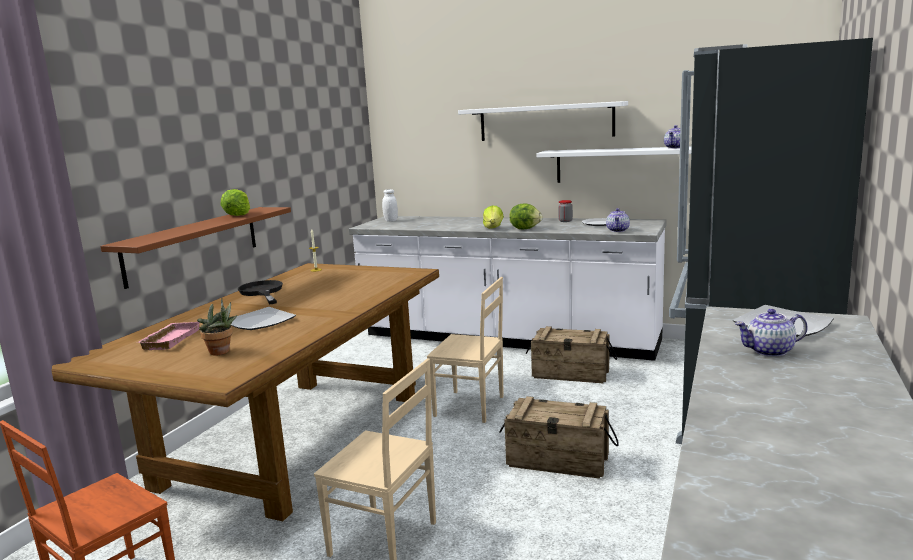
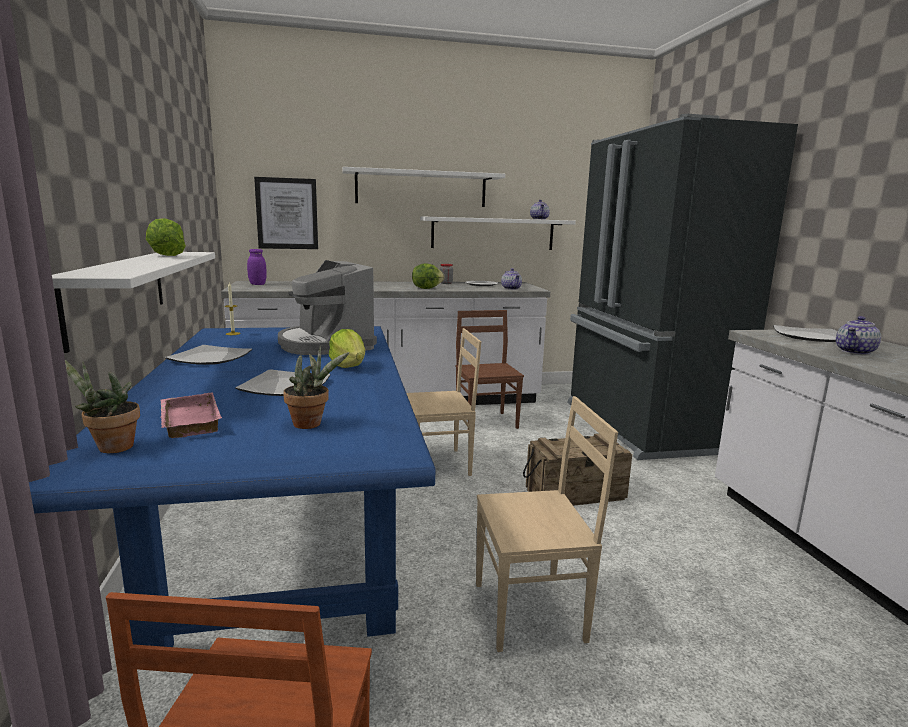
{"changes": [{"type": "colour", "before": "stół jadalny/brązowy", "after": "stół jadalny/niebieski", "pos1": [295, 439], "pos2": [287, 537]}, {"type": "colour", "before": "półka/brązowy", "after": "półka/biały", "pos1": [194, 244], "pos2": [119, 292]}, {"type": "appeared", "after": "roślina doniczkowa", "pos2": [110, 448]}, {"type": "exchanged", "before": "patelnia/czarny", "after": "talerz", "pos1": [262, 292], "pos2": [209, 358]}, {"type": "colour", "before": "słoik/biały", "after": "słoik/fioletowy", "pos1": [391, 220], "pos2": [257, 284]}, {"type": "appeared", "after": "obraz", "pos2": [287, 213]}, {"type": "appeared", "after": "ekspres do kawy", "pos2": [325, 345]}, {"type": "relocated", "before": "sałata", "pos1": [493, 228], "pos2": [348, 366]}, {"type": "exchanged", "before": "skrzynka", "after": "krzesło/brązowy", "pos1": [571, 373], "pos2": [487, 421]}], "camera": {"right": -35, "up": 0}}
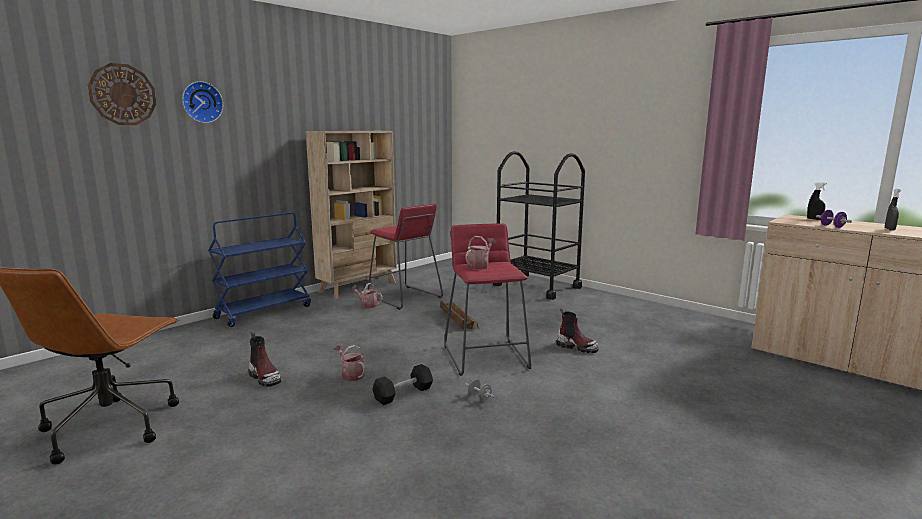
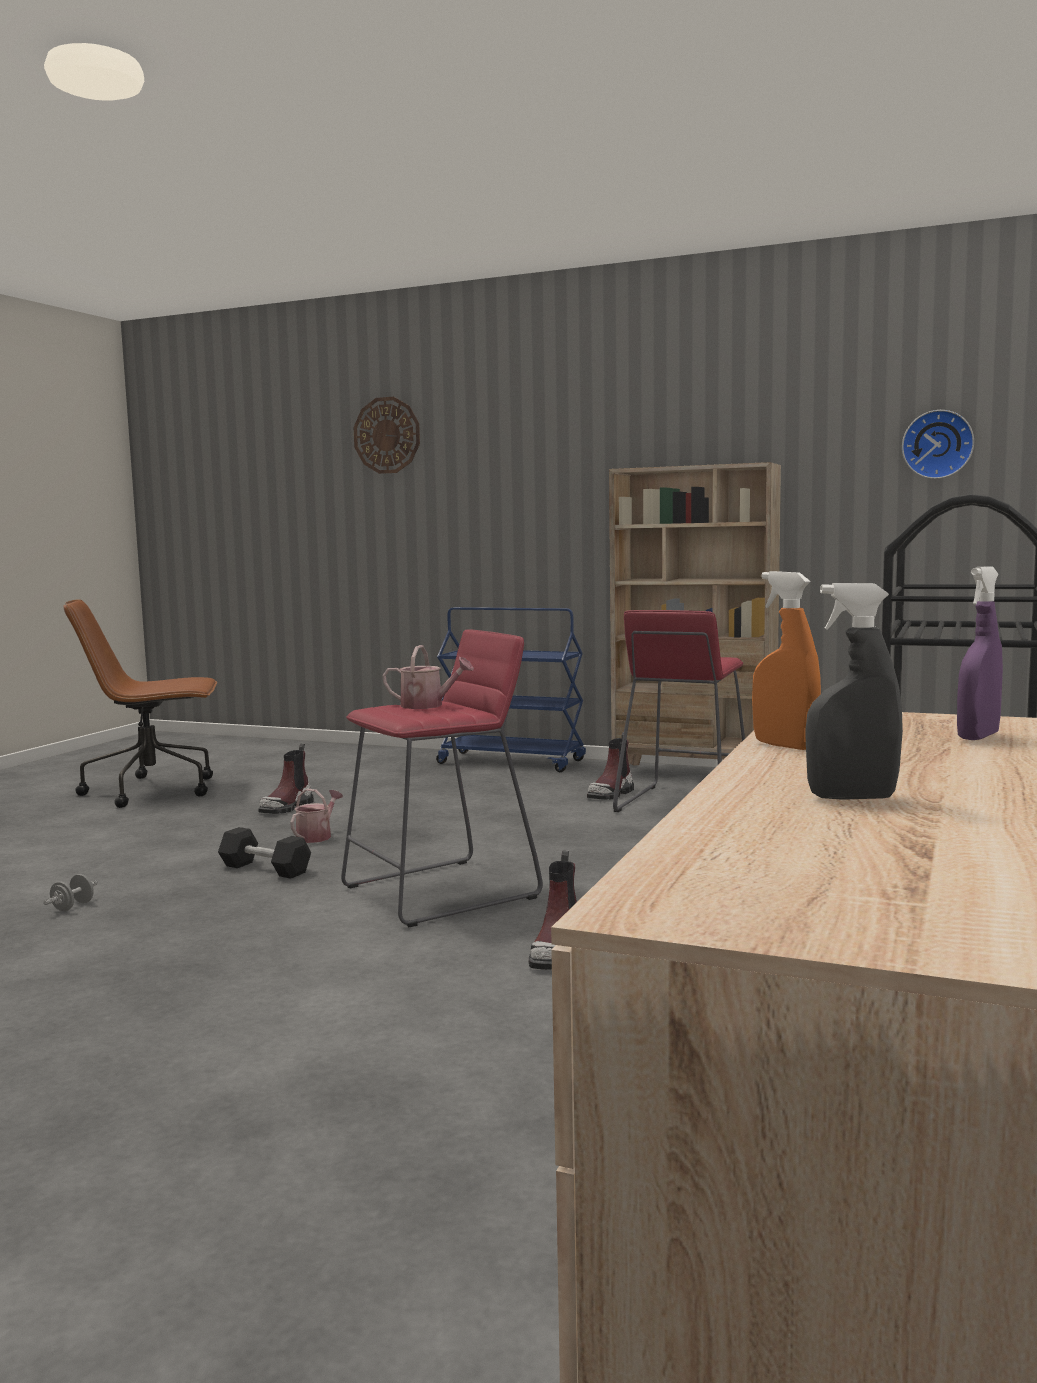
{"changes": [{"type": "relocated", "before": "hantel/szary", "pos1": [479, 398], "pos2": [73, 906]}, {"type": "exchanged", "before": "konewka", "after": "but z cholewką", "pos1": [367, 305], "pos2": [611, 794]}, {"type": "exchanged", "before": "hantel/fioletowy", "after": "spryskiwacz/pomarańczowy", "pos1": [832, 226], "pos2": [784, 745]}, {"type": "relocated", "before": "zegar ścienny", "pos1": [201, 102], "pos2": [937, 444]}, {"type": "colour", "before": "spryskiwacz/czarny", "after": "spryskiwacz/fioletowy", "pos1": [814, 219], "pos2": [978, 737]}, {"type": "missing", "before": "skrzynka", "pos1": [458, 320]}], "camera": {"right": 70, "up": -5}}
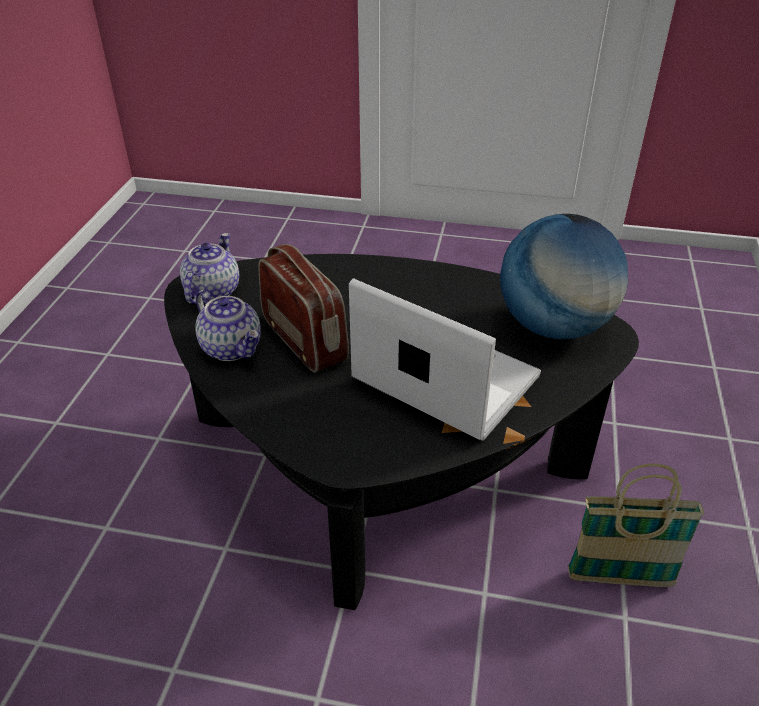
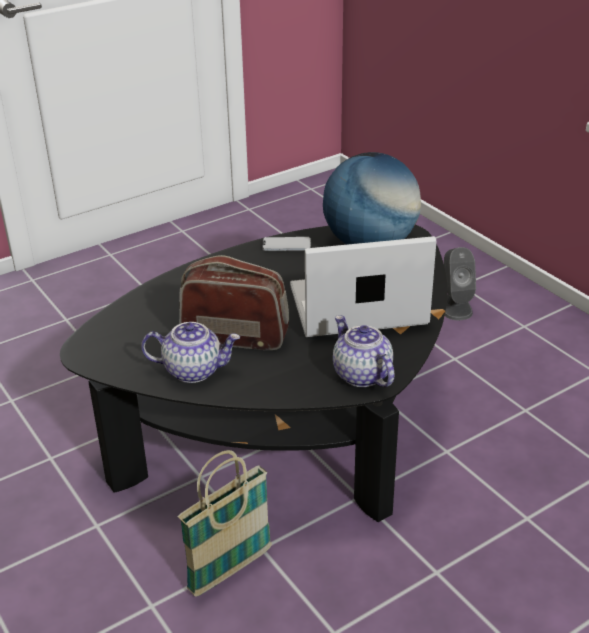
{"changes": [{"type": "relocated", "before": "koszyk", "pos1": [619, 578], "pos2": [230, 570]}, {"type": "appeared", "after": "telefon", "pos2": [287, 245]}, {"type": "relocated", "before": "imbryk", "pos1": [212, 291], "pos2": [361, 375]}, {"type": "appeared", "after": "głośnik/szary", "pos2": [454, 307]}], "camera": {"right": -45, "up": -5}}
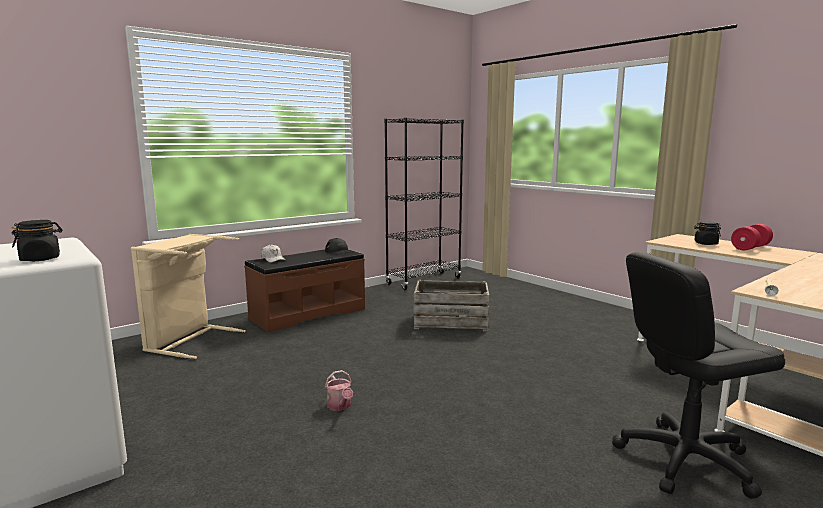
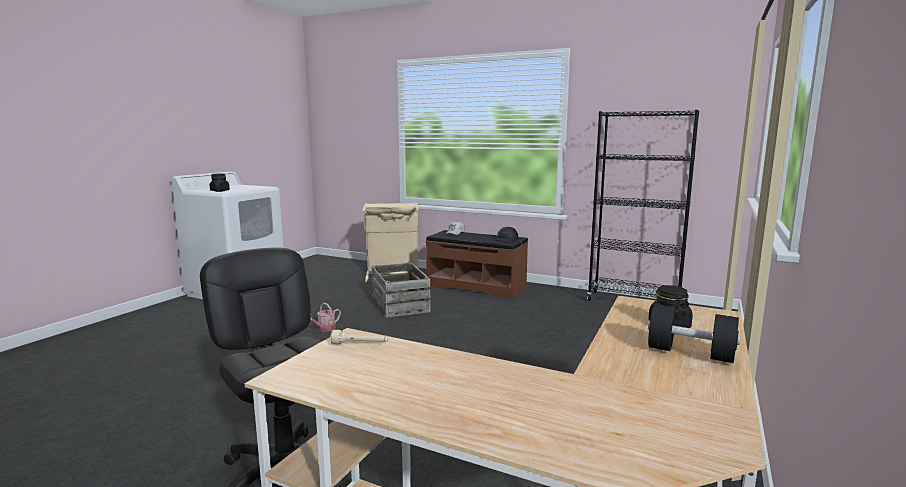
{"changes": [{"type": "relocated", "before": "skrzynka", "pos1": [451, 321], "pos2": [400, 304]}, {"type": "colour", "before": "hantel/czerwony", "after": "hantel/czarny", "pos1": [750, 248], "pos2": [690, 353]}], "camera": {"right": 65, "up": 0}}
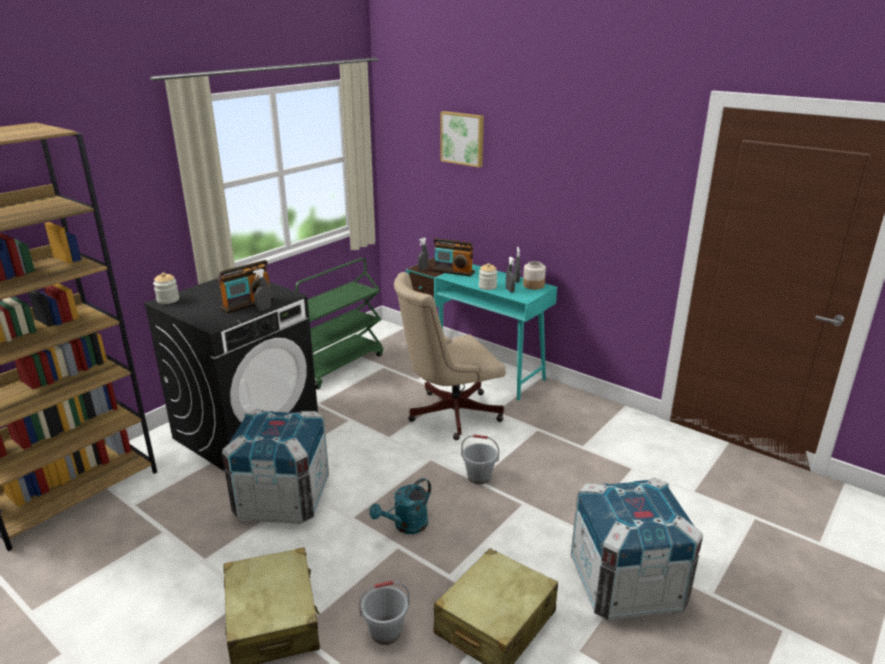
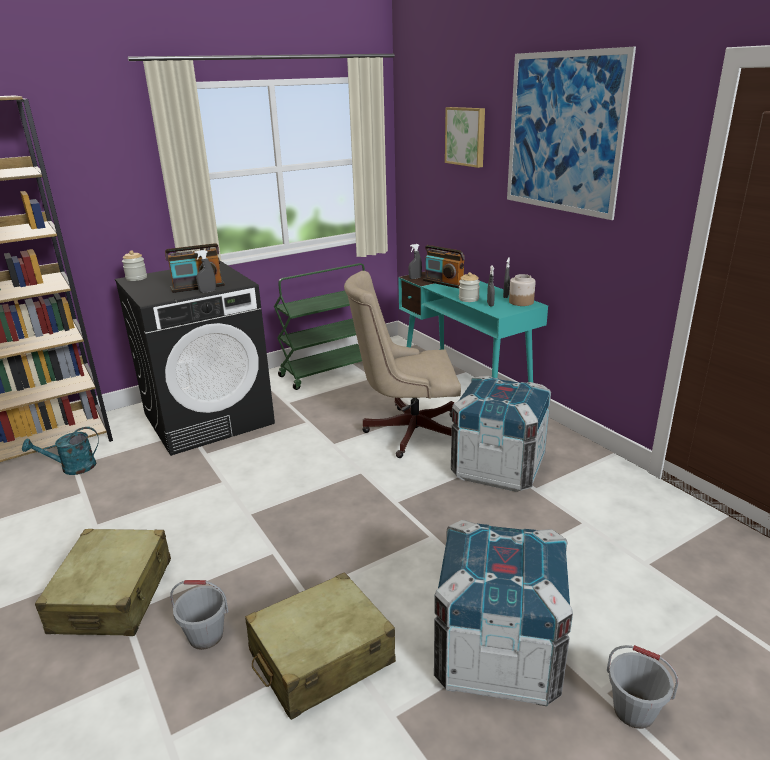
{"changes": [{"type": "relocated", "before": "konewka/turkusowy", "pos1": [406, 526], "pos2": [72, 468]}, {"type": "relocated", "before": "skrzynka", "pos1": [283, 499], "pos2": [498, 467]}, {"type": "appeared", "after": "obraz", "pos2": [563, 133]}, {"type": "relocated", "before": "wiadro/szary", "pos1": [479, 477], "pos2": [634, 710]}], "camera": {"right": 20, "up": 0}}
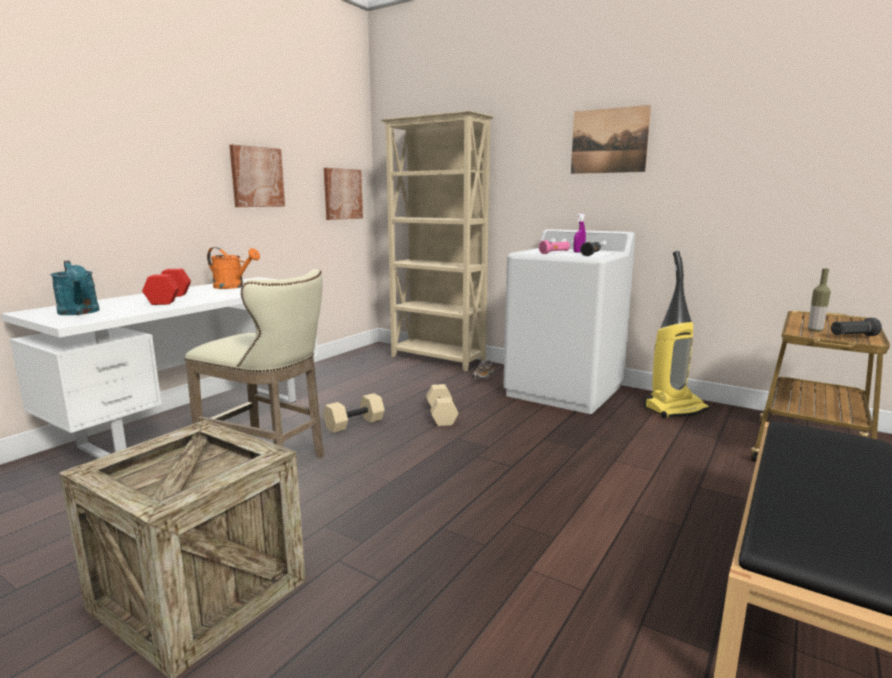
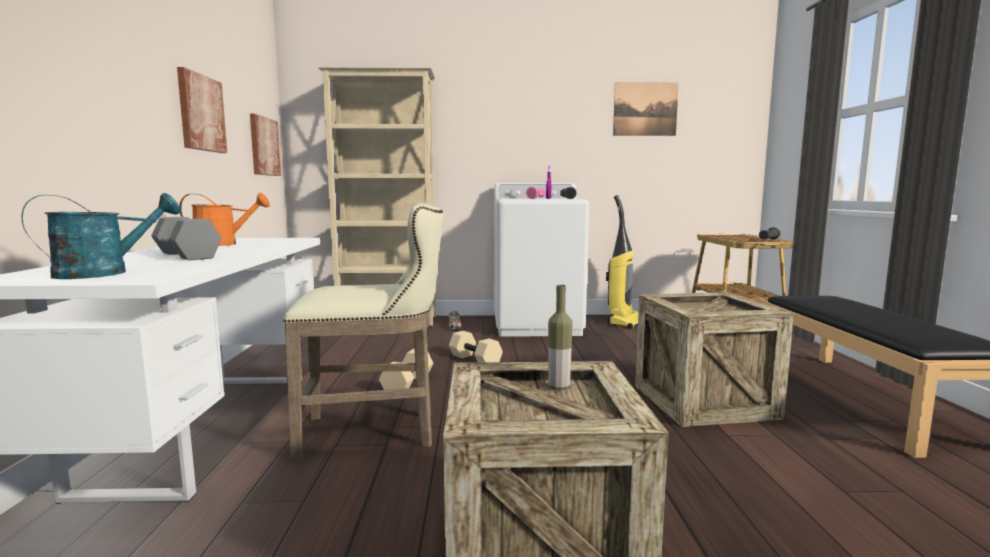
{"changes": [{"type": "spun", "before": "konewka/turkusowy", "pos1": [80, 312], "pos2": [105, 273], "turn": -60}, {"type": "colour", "before": "hantel/czerwony", "after": "hantel/szary", "pos1": [170, 299], "pos2": [189, 255]}, {"type": "relocated", "before": "butelka", "pos1": [815, 330], "pos2": [559, 387]}, {"type": "relocated", "before": "obraz", "pos1": [609, 141], "pos2": [645, 109]}, {"type": "appeared", "after": "skrzynka", "pos2": [703, 401]}], "camera": {"right": -35, "up": -5}}
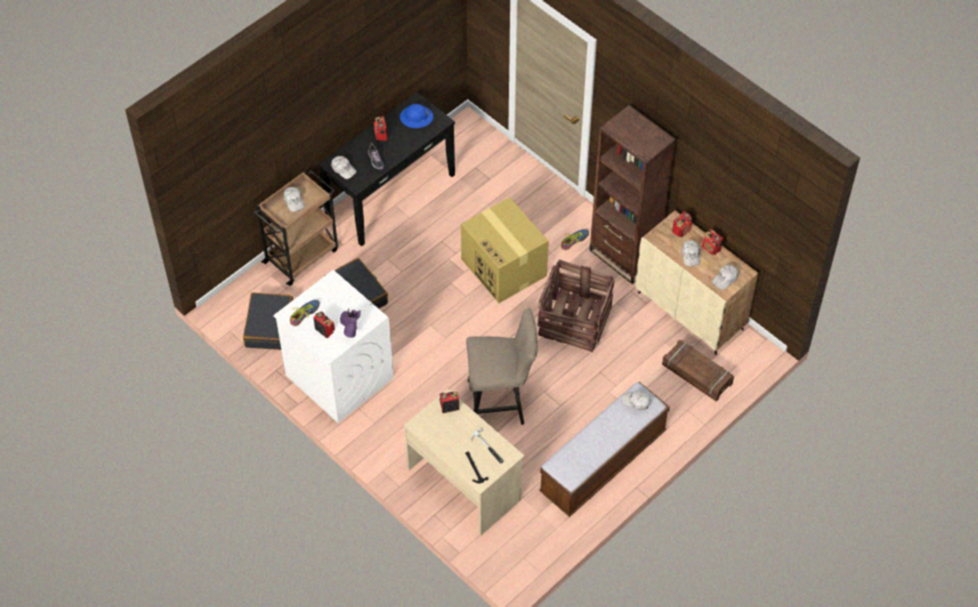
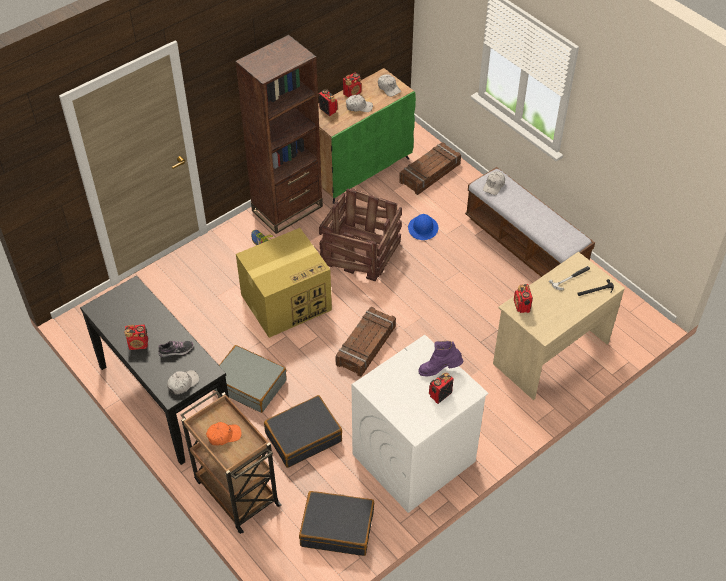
{"changes": [{"type": "colour", "before": "czapka z daszkiem/biały", "after": "czapka z daszkiem/pomarańczowy", "pos1": [294, 201], "pos2": [223, 435]}, {"type": "appeared", "after": "walizka/szary", "pos2": [249, 384]}, {"type": "colour", "before": "szafka/beżowy", "after": "szafka/zielony", "pos1": [691, 311], "pos2": [359, 169]}, {"type": "appeared", "after": "skrzynka", "pos2": [366, 346]}, {"type": "relocated", "before": "kask/niebieski", "pos1": [416, 117], "pos2": [423, 228]}, {"type": "missing", "before": "but", "pos1": [304, 314]}, {"type": "missing", "before": "stołek/beżowy", "pos1": [501, 403]}], "camera": {"right": -85, "up": -5}}
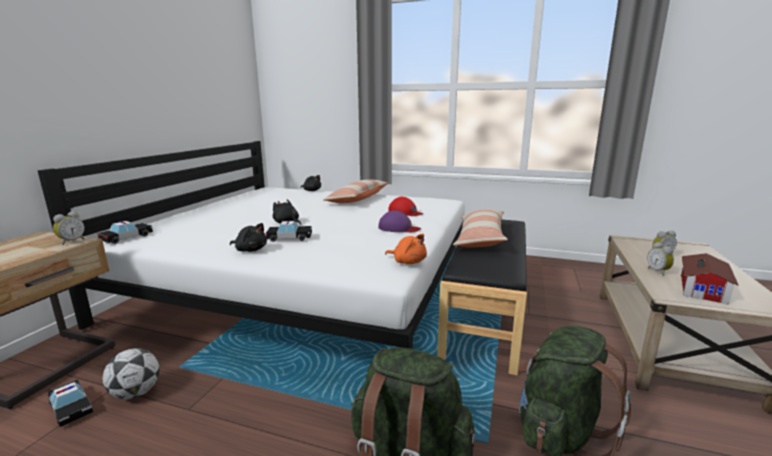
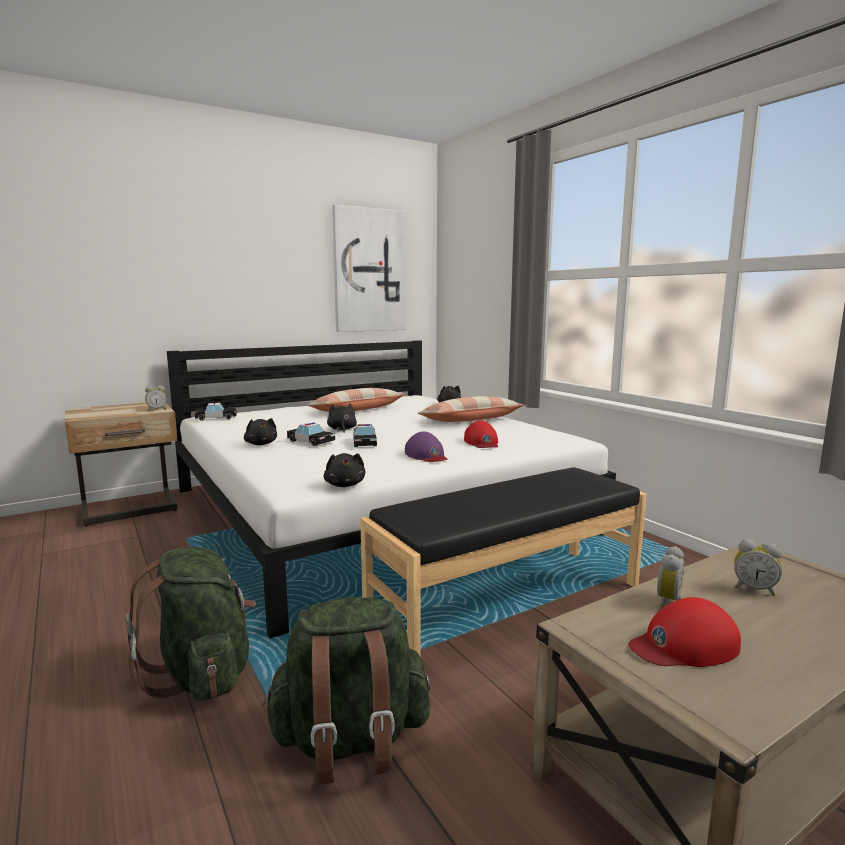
{"changes": [{"type": "relocated", "before": "poduszka", "pos1": [480, 238], "pos2": [357, 410]}, {"type": "colour", "before": "pluszak/pomarańczowy", "after": "pluszak/czarny", "pos1": [408, 262], "pos2": [345, 485]}, {"type": "appeared", "after": "obraz", "pos2": [369, 270]}, {"type": "relocated", "before": "samochodzik", "pos1": [71, 408], "pos2": [364, 442]}, {"type": "exchanged", "before": "domek", "after": "czapka z daszkiem/czerwony", "pos1": [704, 288], "pos2": [684, 645]}, {"type": "missing", "before": "piłka futbolowa", "pos1": [136, 393]}], "camera": {"right": 40, "up": -5}}
